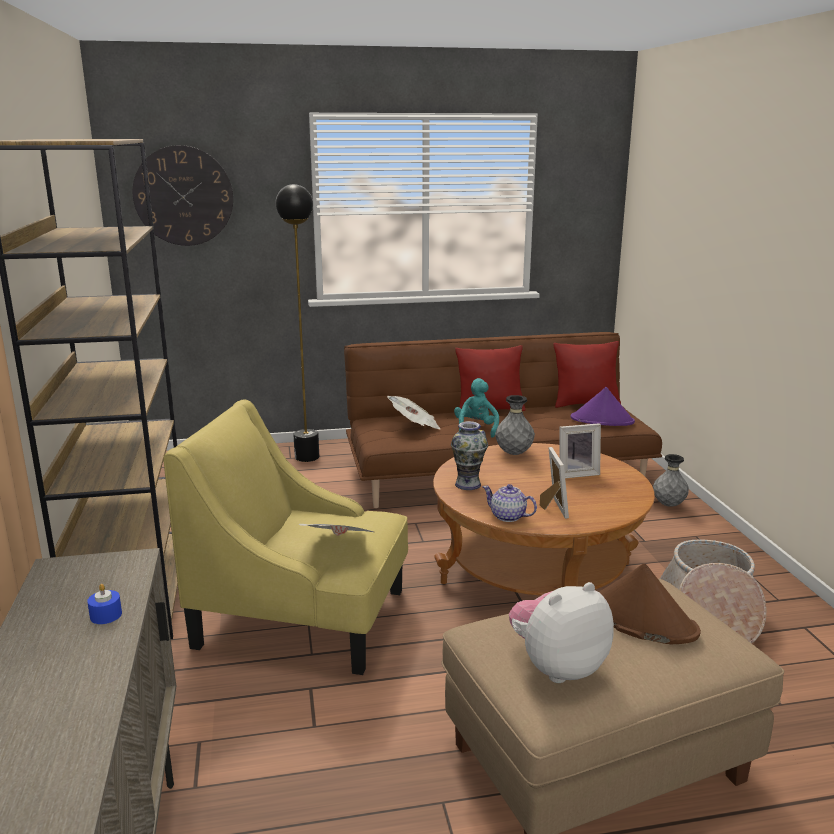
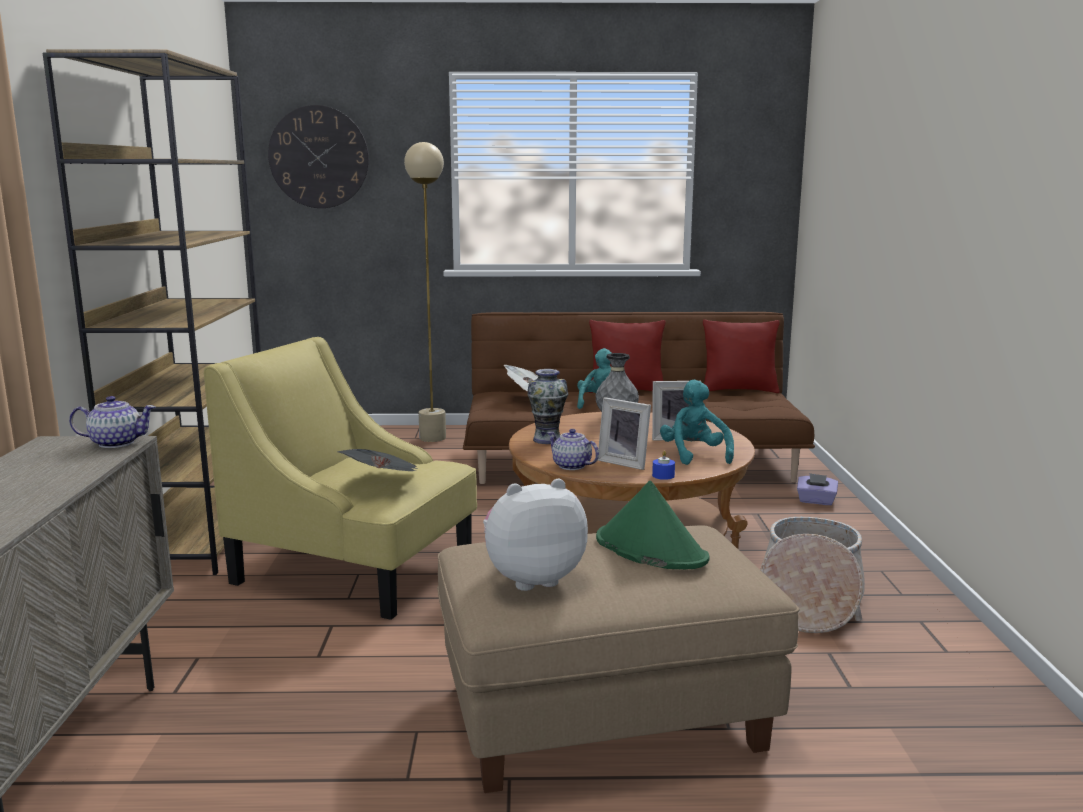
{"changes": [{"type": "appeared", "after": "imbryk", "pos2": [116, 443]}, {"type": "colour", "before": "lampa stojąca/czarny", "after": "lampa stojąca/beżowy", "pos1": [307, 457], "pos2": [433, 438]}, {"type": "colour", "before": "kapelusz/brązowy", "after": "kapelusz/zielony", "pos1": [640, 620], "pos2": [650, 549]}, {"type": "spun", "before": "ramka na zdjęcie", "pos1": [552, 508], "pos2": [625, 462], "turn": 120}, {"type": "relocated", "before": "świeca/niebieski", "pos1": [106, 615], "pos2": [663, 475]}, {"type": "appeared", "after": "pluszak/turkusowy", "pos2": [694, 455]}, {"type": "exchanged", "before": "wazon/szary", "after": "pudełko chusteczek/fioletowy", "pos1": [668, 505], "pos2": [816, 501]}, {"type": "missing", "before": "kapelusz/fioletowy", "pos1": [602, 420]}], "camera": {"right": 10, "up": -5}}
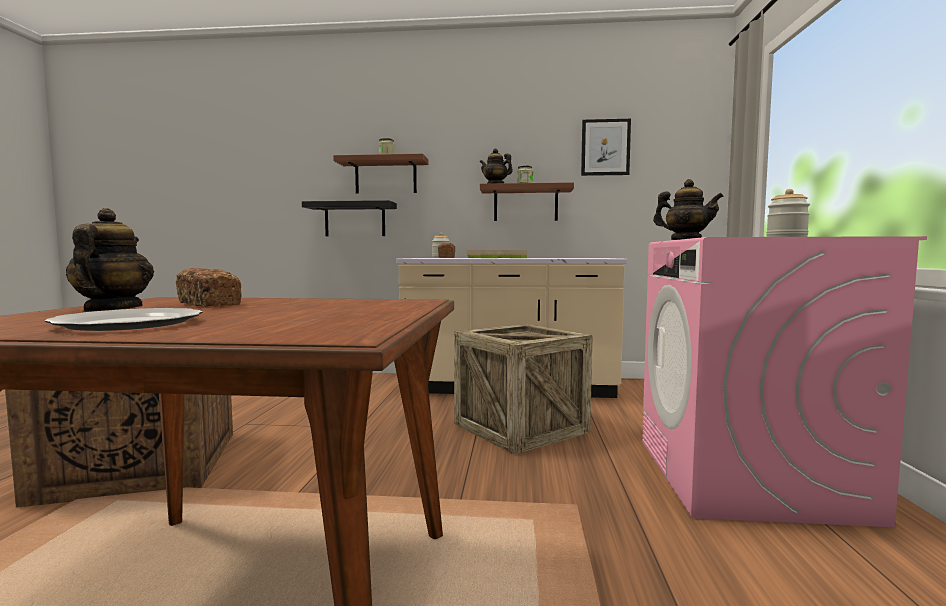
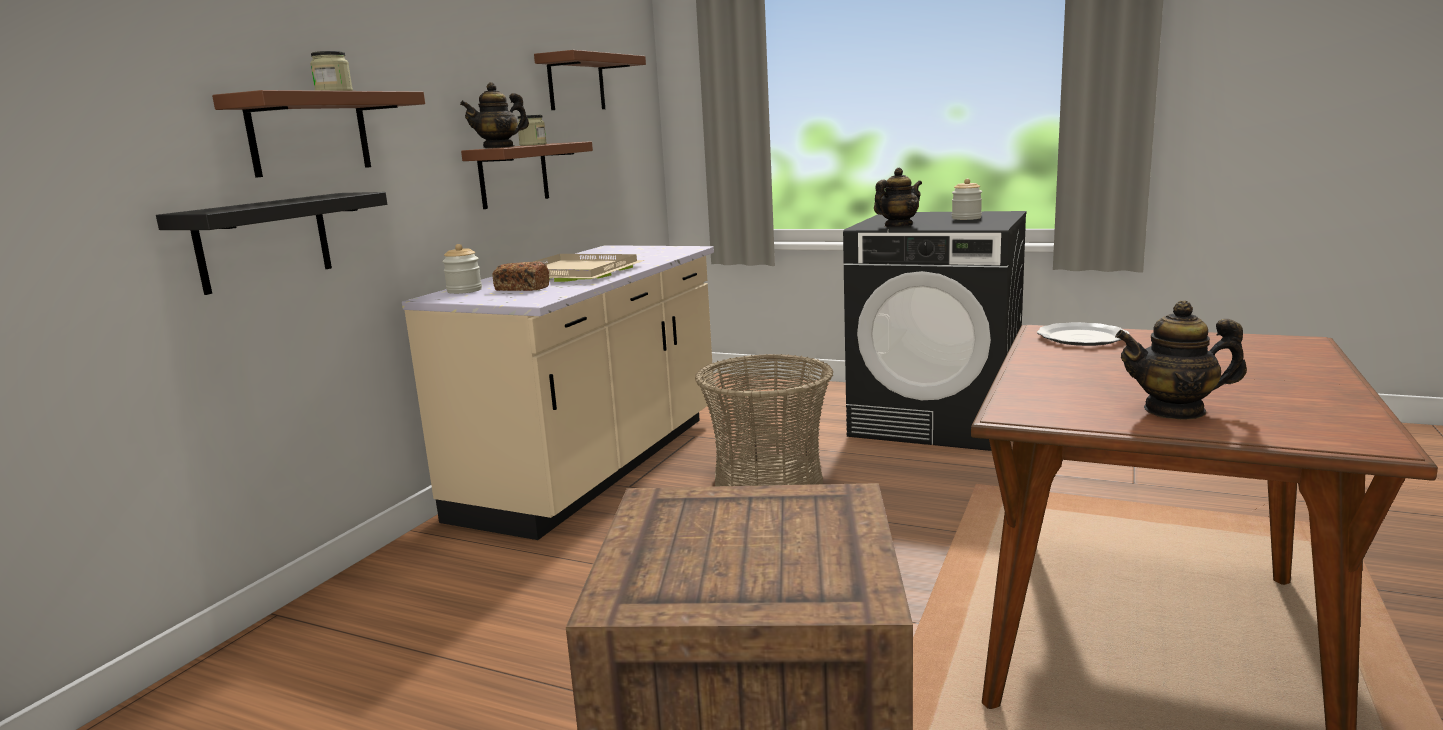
{"changes": [{"type": "exchanged", "before": "obraz", "after": "półka/brązowy", "pos1": [605, 147], "pos2": [576, 83]}, {"type": "exchanged", "before": "skrzynka", "after": "koszyk", "pos1": [520, 428], "pos2": [768, 480]}, {"type": "colour", "before": "pralka/różowy", "after": "pralka/czarny", "pos1": [746, 478], "pos2": [937, 421]}, {"type": "relocated", "before": "talerz", "pos1": [130, 323], "pos2": [1081, 338]}, {"type": "missing", "before": "chleb", "pos1": [209, 304]}], "camera": {"right": -70, "up": 10}}
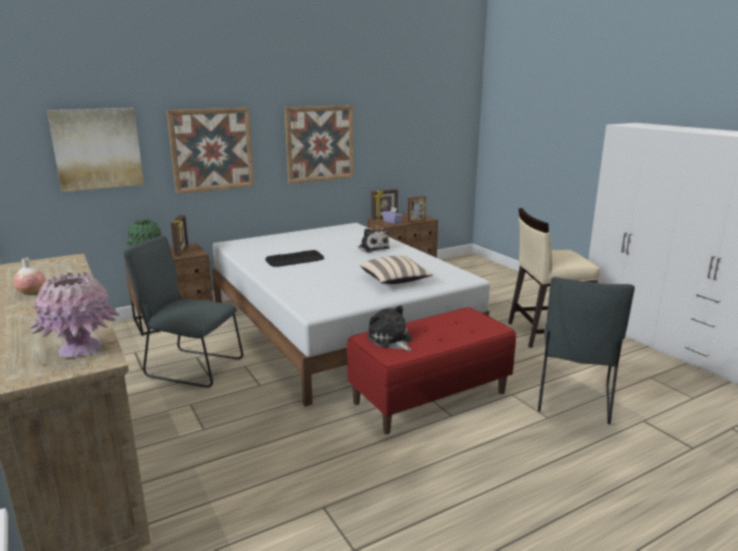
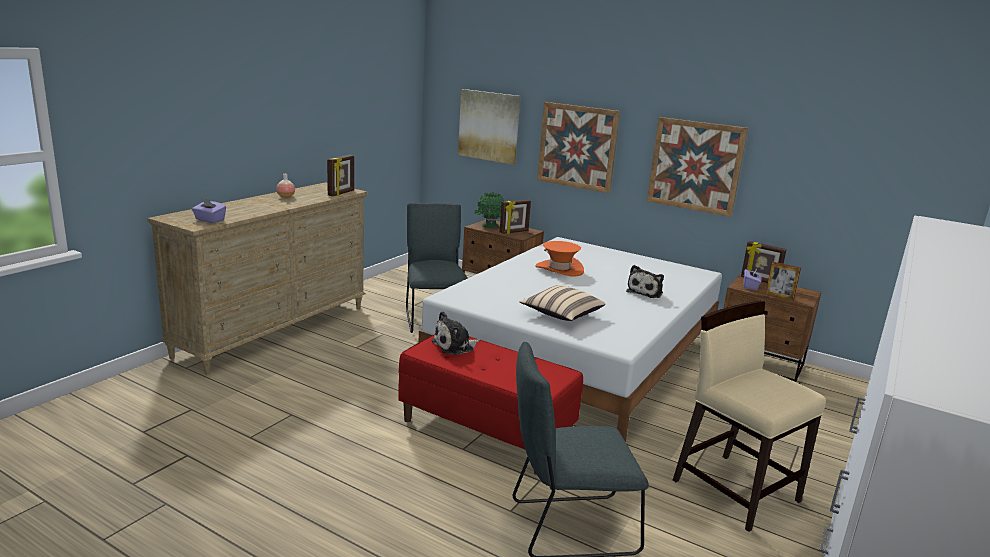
{"changes": [{"type": "exchanged", "before": "wazon/różowy", "after": "pudełko chusteczek/fioletowy", "pos1": [81, 349], "pos2": [209, 220]}, {"type": "appeared", "after": "ramka na zdjęcie", "pos2": [341, 193]}, {"type": "spun", "before": "pluszak", "pos1": [391, 340], "pos2": [455, 346], "turn": -150}, {"type": "exchanged", "before": "klawiatura", "after": "kapelusz/pomarańczowy", "pos1": [295, 259], "pos2": [559, 269]}], "camera": {"right": 60, "up": 0}}
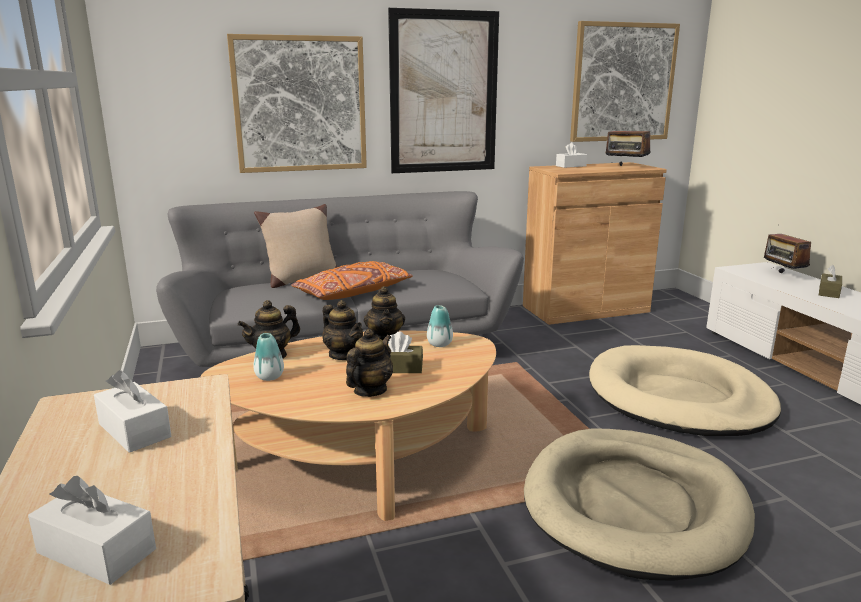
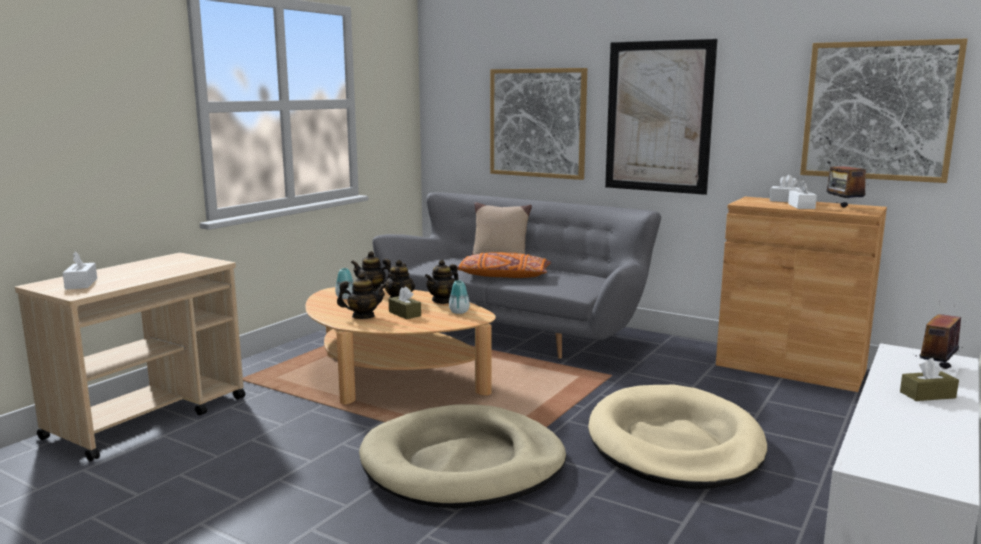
{"changes": [{"type": "relocated", "before": "pudełko chusteczek/biały", "pos1": [134, 430], "pos2": [801, 206]}], "camera": {"right": 50, "up": -5}}
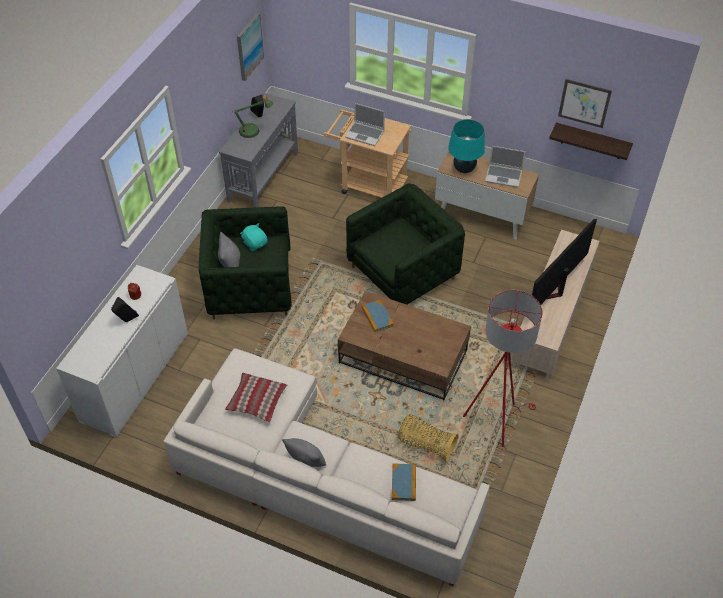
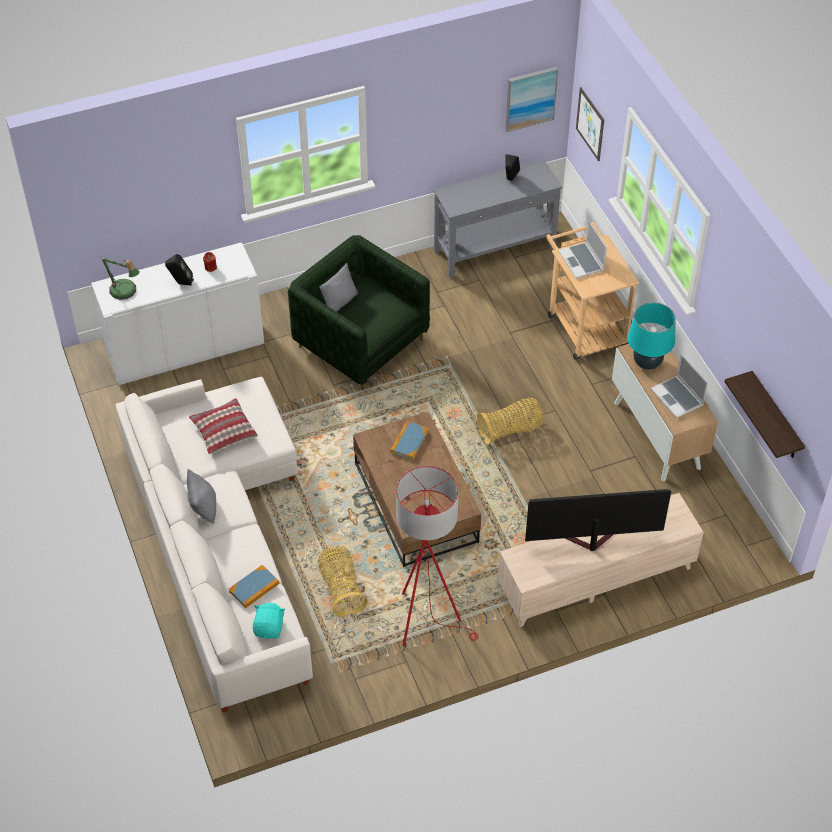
{"changes": [{"type": "relocated", "before": "lampa stołowa", "pos1": [253, 131], "pos2": [125, 293]}, {"type": "relocated", "before": "pluszak/turkusowy", "pos1": [255, 243], "pos2": [269, 628]}, {"type": "exchanged", "before": "fotel/zielony", "after": "koszyk", "pos1": [403, 273], "pos2": [510, 430]}, {"type": "relocated", "before": "obraz", "pos1": [584, 103], "pos2": [590, 124]}], "camera": {"right": 45, "up": 0}}
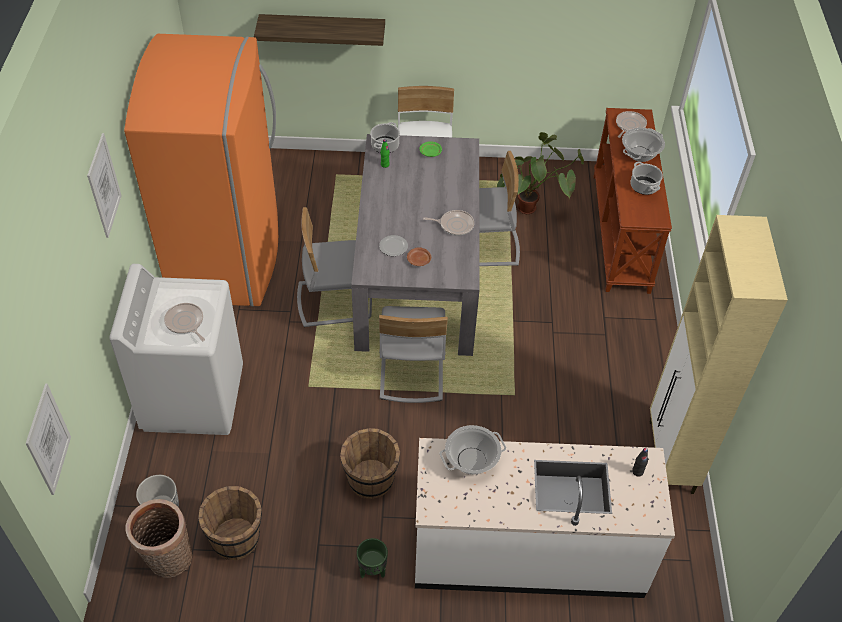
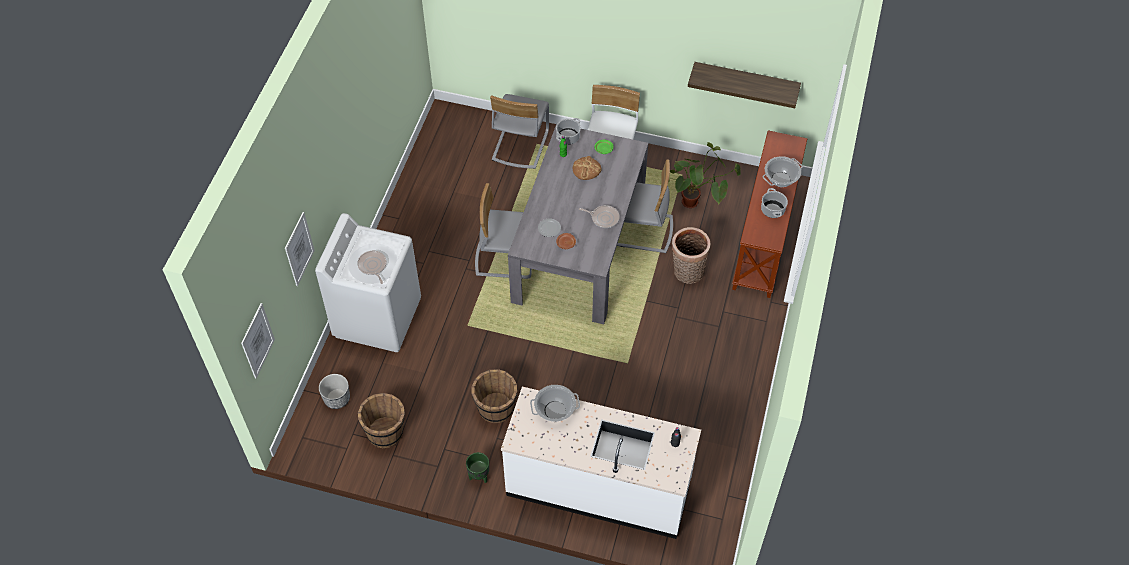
{"changes": [{"type": "relocated", "before": "obraz", "pos1": [104, 186], "pos2": [299, 249]}, {"type": "relocated", "before": "krzesło/szary", "pos1": [411, 371], "pos2": [520, 145]}, {"type": "appeared", "after": "chleb", "pos2": [586, 169]}, {"type": "relocated", "before": "koszyk", "pos1": [168, 560], "pos2": [687, 273]}, {"type": "relocated", "before": "półka", "pos1": [322, 29], "pos2": [746, 80]}, {"type": "missing", "before": "lodówka/pomarańczowy", "pos1": [227, 256]}, {"type": "missing", "before": "patelnia", "pos1": [629, 125]}, {"type": "missing", "before": "szafka/beżowy", "pos1": [671, 458]}], "camera": {"right": 15, "up": 5}}
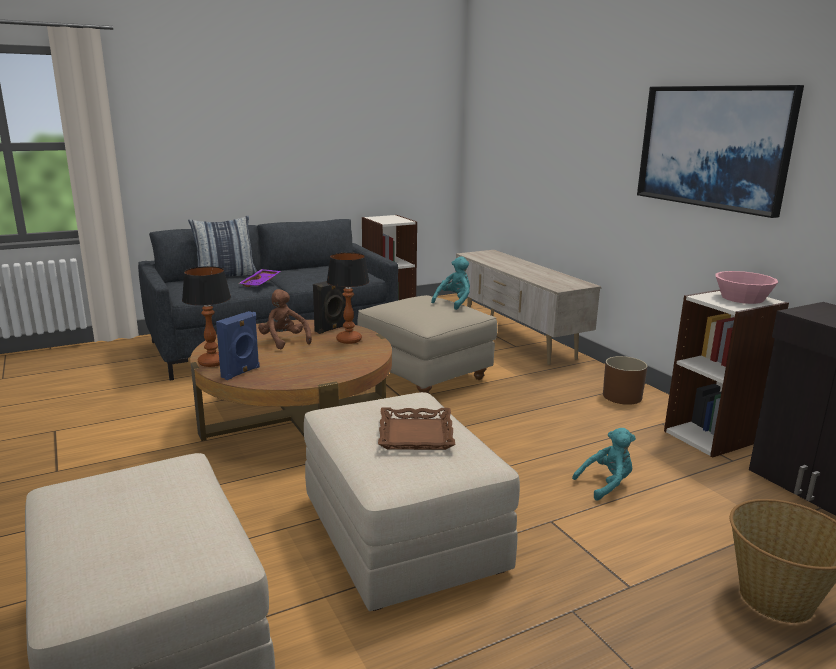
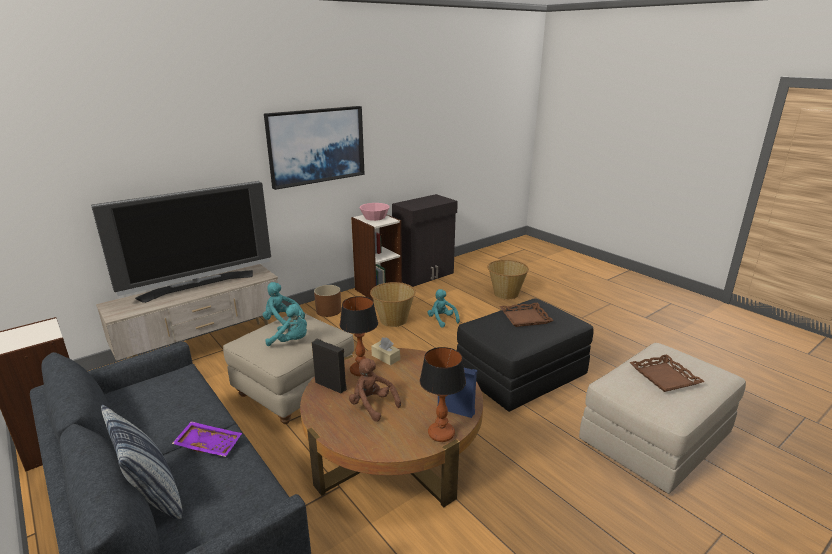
{"changes": [{"type": "appeared", "after": "telewizor", "pos2": [198, 285]}, {"type": "appeared", "after": "pluszak/turkusowy", "pos2": [291, 341]}, {"type": "spun", "before": "pluszak/brązowy", "pos1": [284, 341], "pos2": [372, 405], "turn": 90}, {"type": "appeared", "after": "koszyk", "pos2": [393, 320]}, {"type": "appeared", "after": "pudełko chusteczek/beżowy", "pos2": [385, 357]}, {"type": "colour", "before": "pufa/beżowy", "after": "pufa/czarny", "pos1": [401, 533], "pos2": [520, 375]}, {"type": "appeared", "after": "taca/brązowy", "pos2": [665, 377]}], "camera": {"right": -100, "up": 5}}
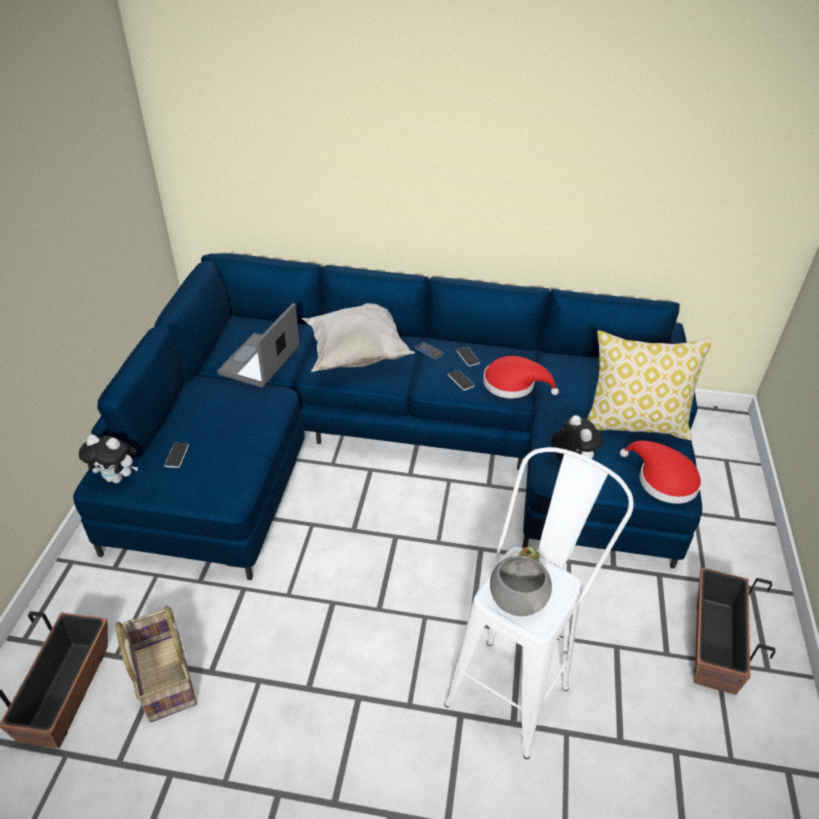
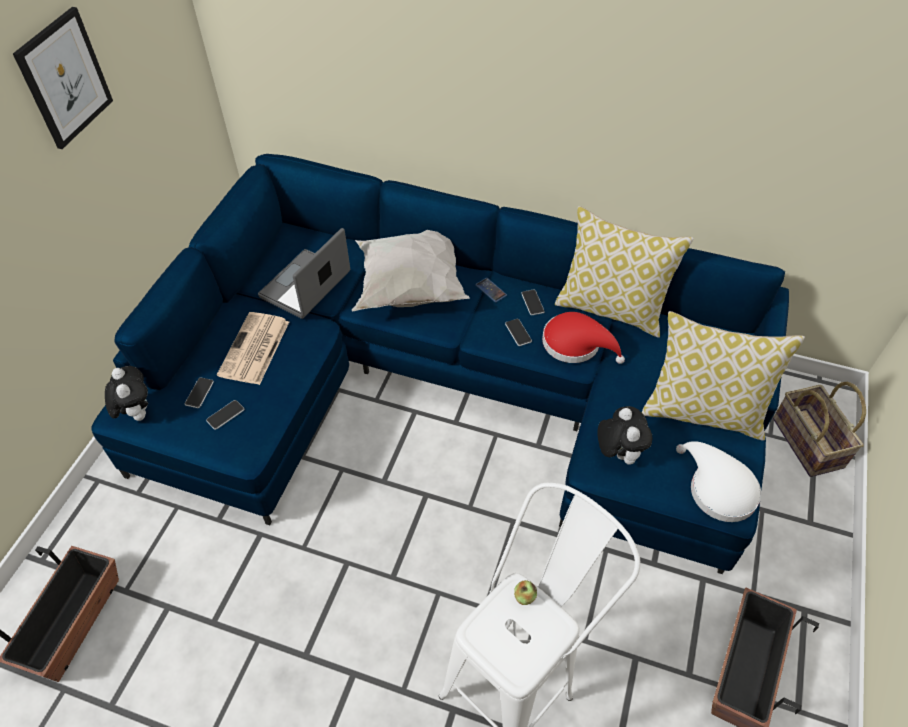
{"changes": [{"type": "appeared", "after": "obraz", "pos2": [64, 78]}, {"type": "spun", "before": "pluszak", "pos1": [118, 478], "pos2": [136, 412], "turn": -135}, {"type": "appeared", "after": "telefon", "pos2": [225, 415]}, {"type": "appeared", "after": "gazeta", "pos2": [254, 349]}, {"type": "appeared", "after": "poduszka", "pos2": [611, 309]}, {"type": "colour", "before": "kapelusz/czerwony", "after": "kapelusz/biały", "pos1": [662, 480], "pos2": [717, 488]}, {"type": "relocated", "before": "koszyk", "pos1": [163, 677], "pos2": [806, 442]}, {"type": "missing", "before": "miska/szary", "pos1": [516, 600]}], "camera": {"right": 10, "up": 10}}
